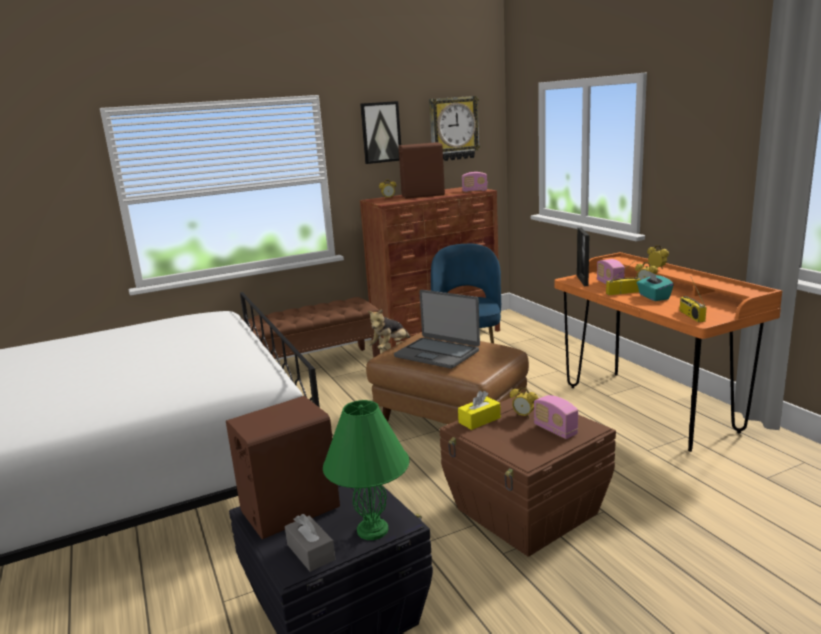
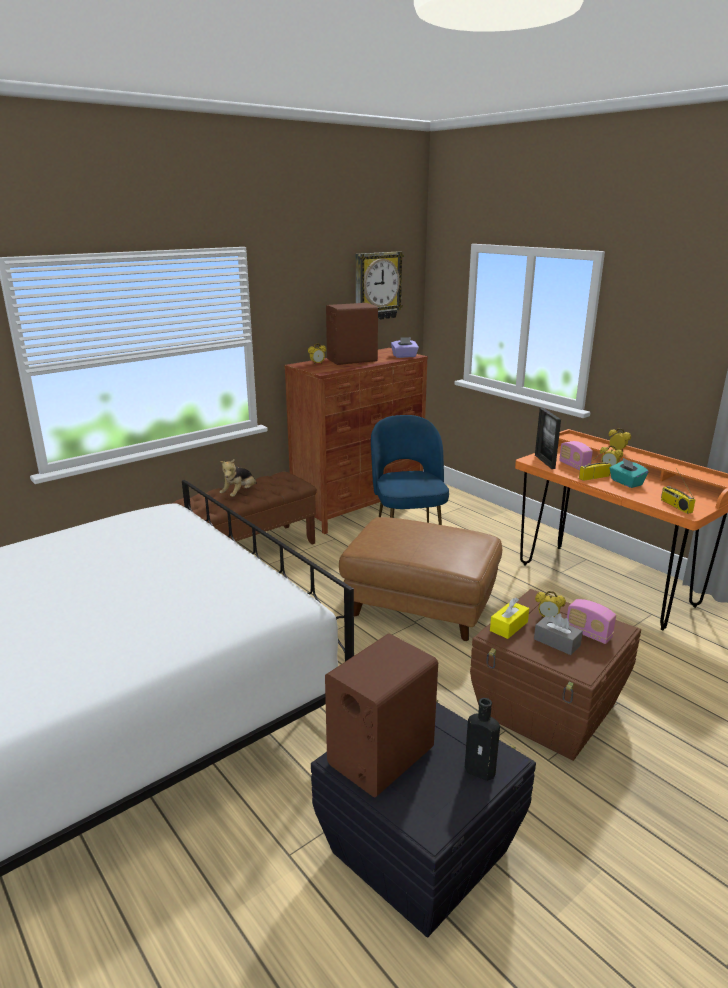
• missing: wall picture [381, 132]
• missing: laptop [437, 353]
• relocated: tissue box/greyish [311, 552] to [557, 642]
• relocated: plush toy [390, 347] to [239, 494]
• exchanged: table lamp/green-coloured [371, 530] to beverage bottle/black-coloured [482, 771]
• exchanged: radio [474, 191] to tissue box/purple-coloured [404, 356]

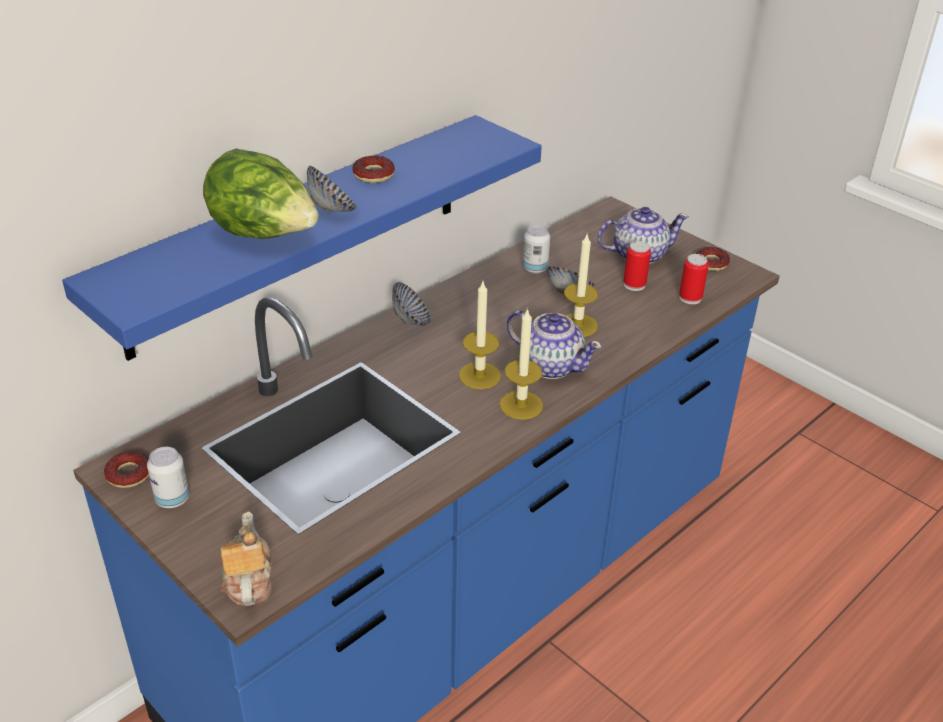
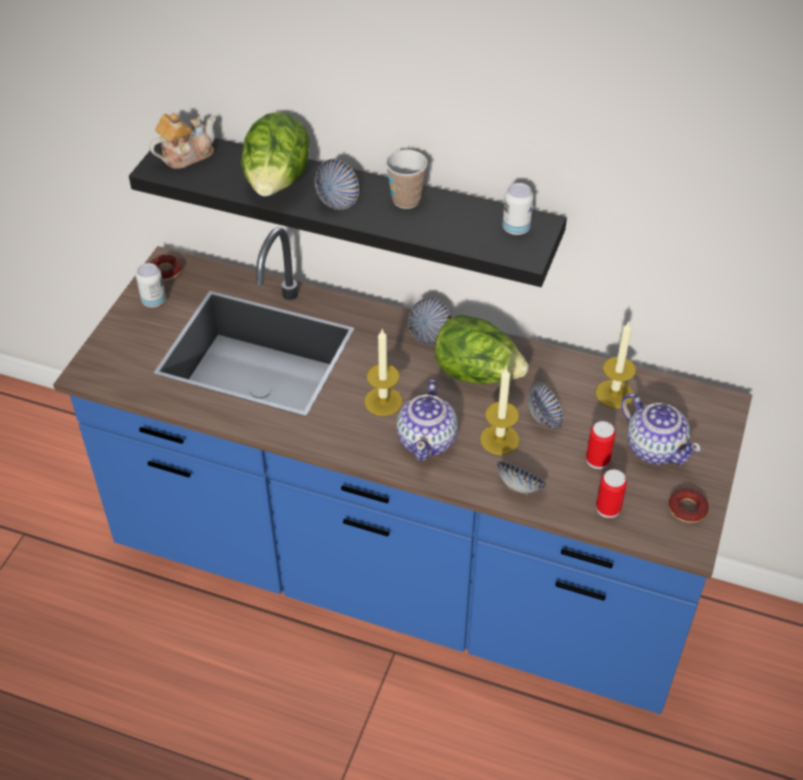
• appeared: head of lettuce [477, 374]
• appeared: bowl [519, 487]
• relocated: tea pot [248, 580] to [186, 155]
• relocated: wax candle [521, 405] to [614, 394]
• relocated: sealed can [535, 268] to [516, 228]
• exchanged: ring doughnut [373, 175] to small cup [406, 200]
• colour: bracket shelf/blue-coloured [300, 232] to bracket shelf/black-coloured [361, 206]

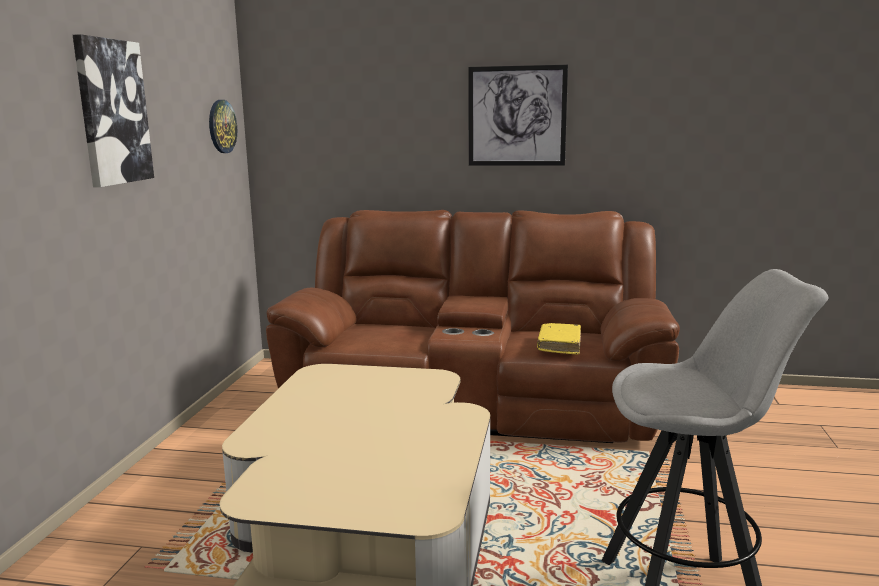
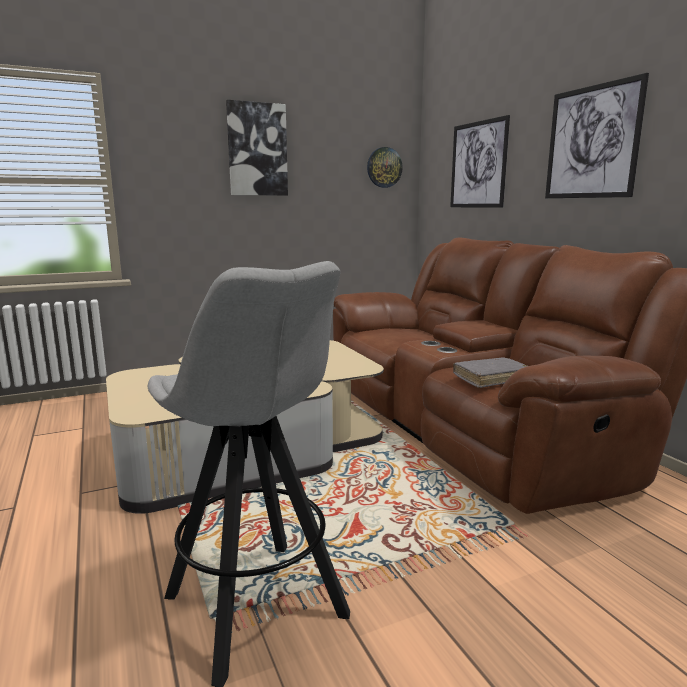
• appeared: wall picture [478, 165]
• colour: book/yellow [559, 345] to book/greyish [491, 379]

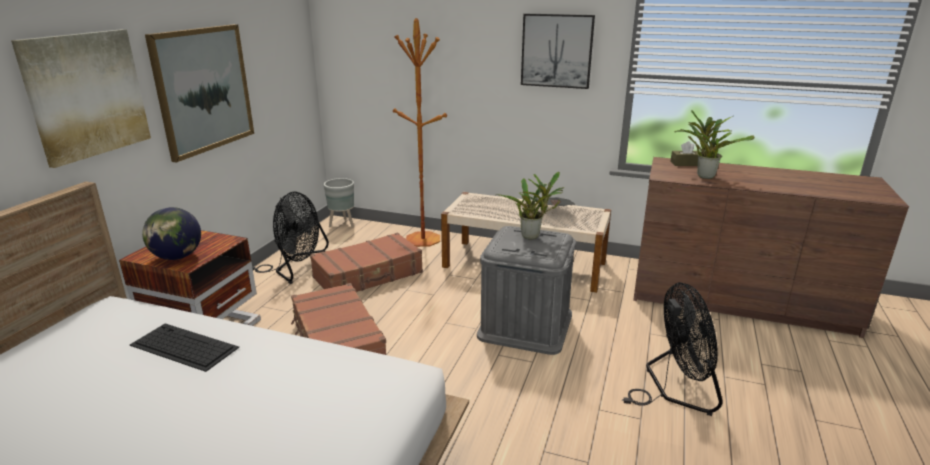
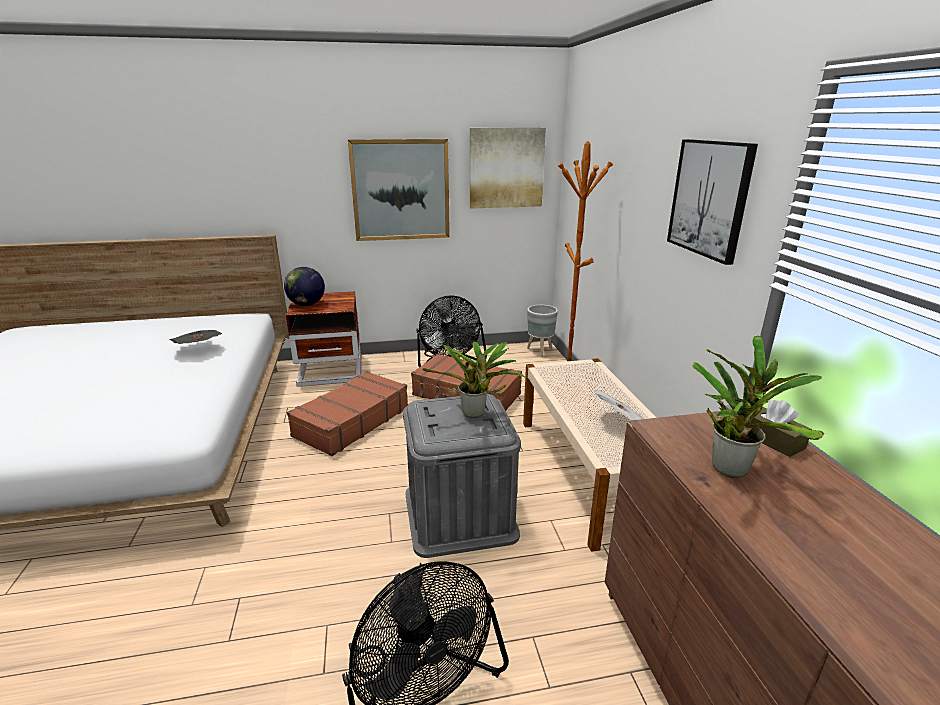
• relocated: wall picture [86, 95] to [506, 168]
• exchanged: keyboard [183, 346] to printed paper [199, 349]

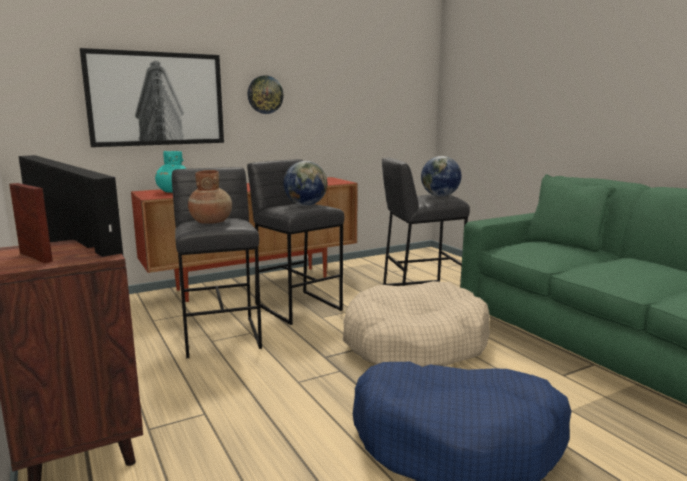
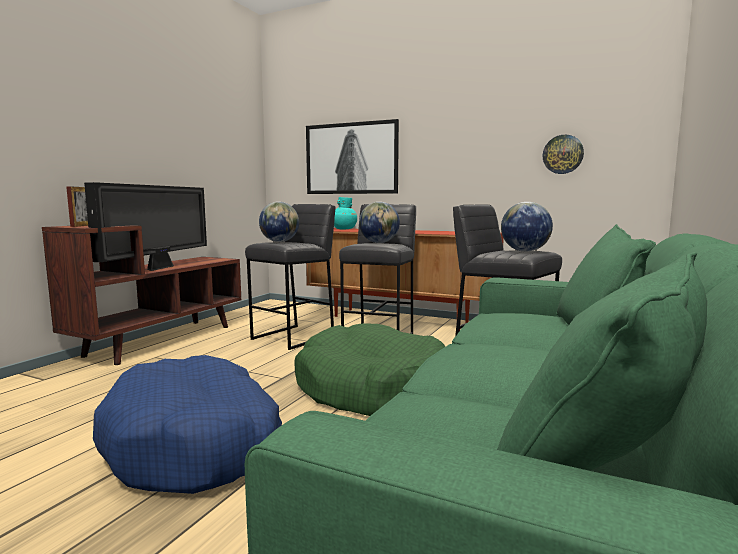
• relocated: hanging clock [265, 94] to [563, 154]
• exchanged: flower vase/brown [211, 222] to desk globe [280, 242]
• colour: pet bed/beige-coloured [414, 343] to pet bed/green-coloured [371, 389]

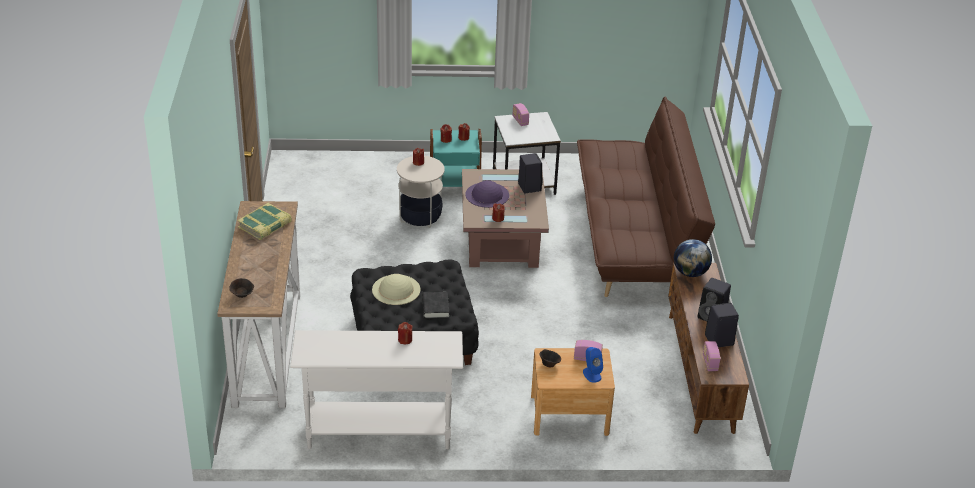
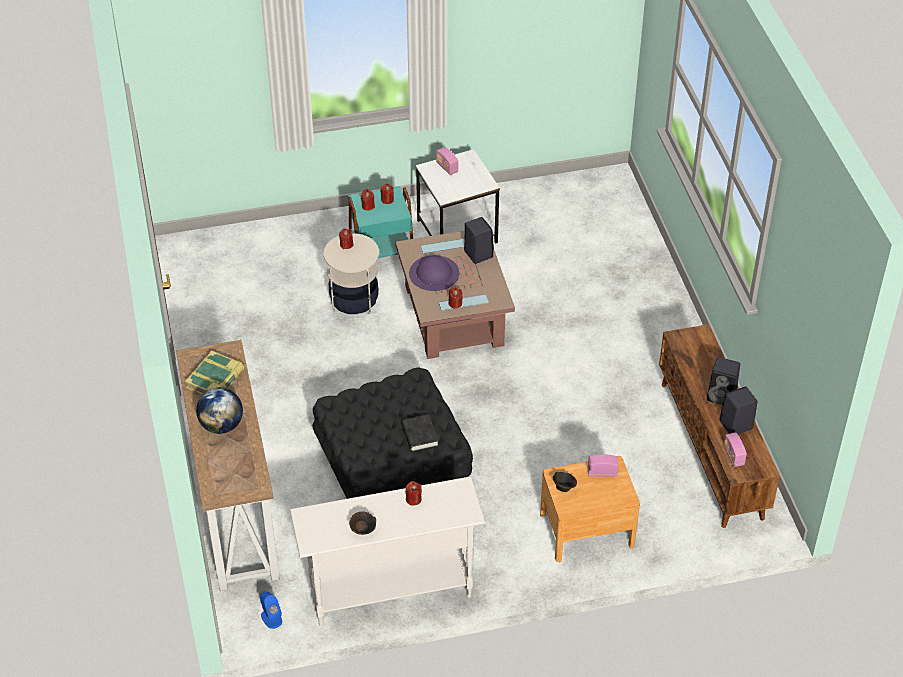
• missing: wearable hat/beige-coloured [396, 289]
• missing: sofa/brown [635, 236]
• relocated: bowl/brown [242, 295] to [363, 530]
• relocated: speaker/blue-coloured [592, 374] to [271, 618]
• relocated: desk globe [690, 273] to [221, 425]

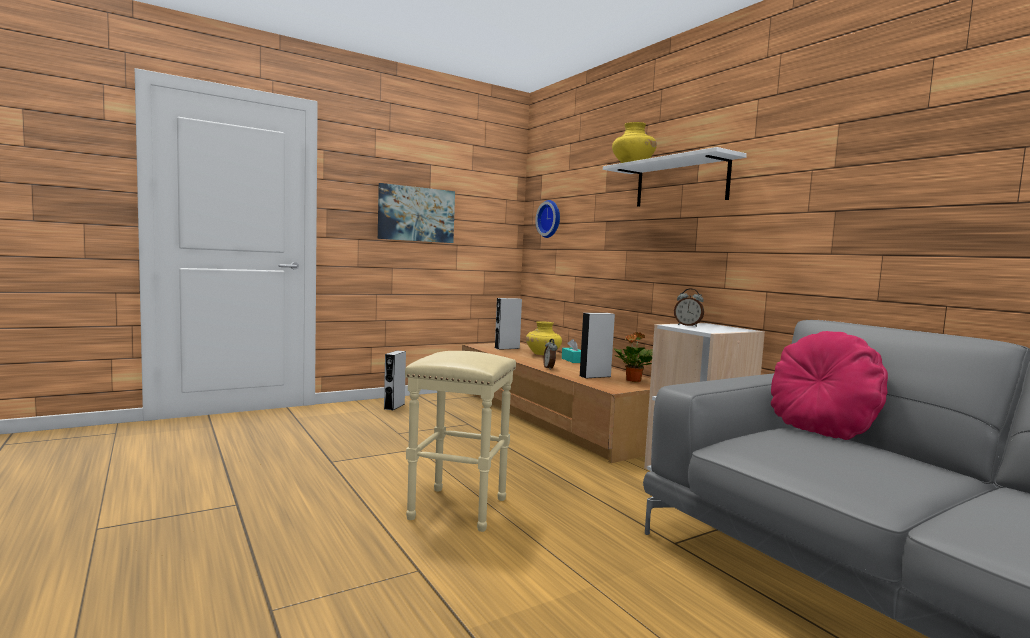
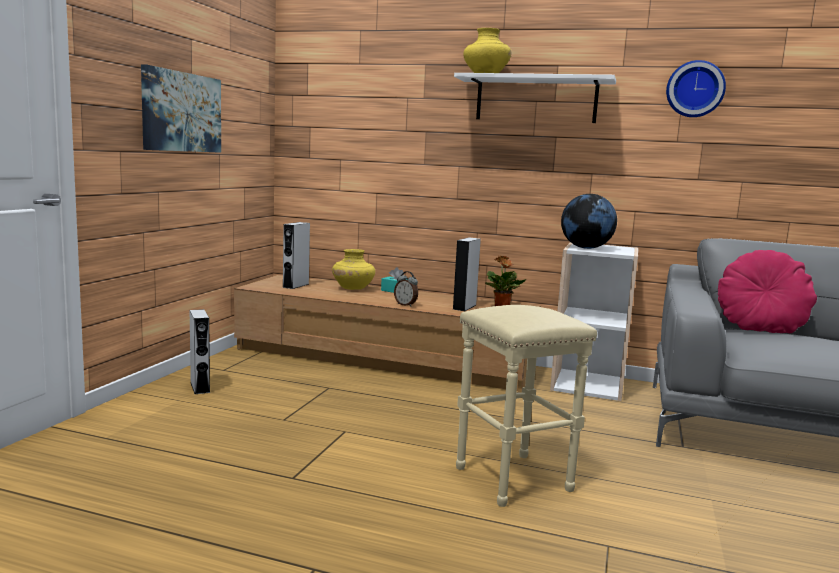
• relocated: hanging clock [550, 219] to [695, 89]
• exchanged: alarm clock [688, 325] to desk globe [586, 248]

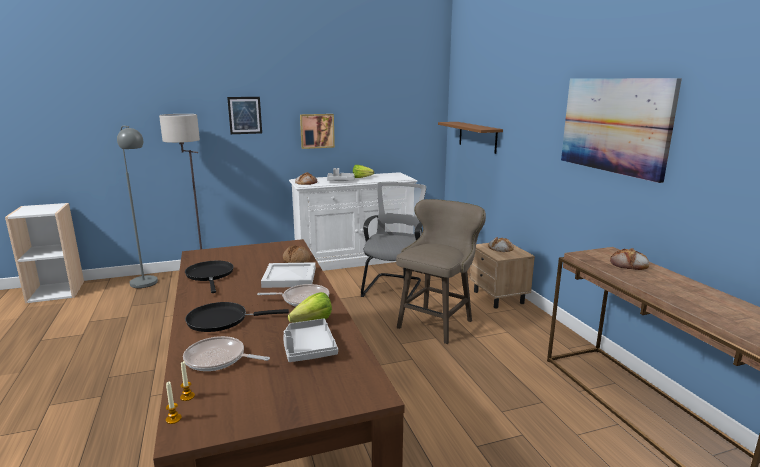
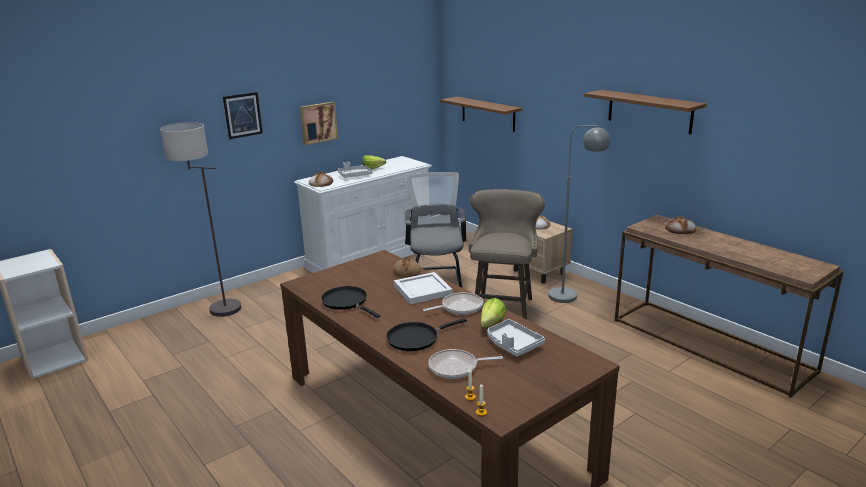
• relocated: standard lamp/greyish [147, 285] to [571, 298]
• exchanged: wall picture [614, 125] to bracket shelf/brown [649, 111]

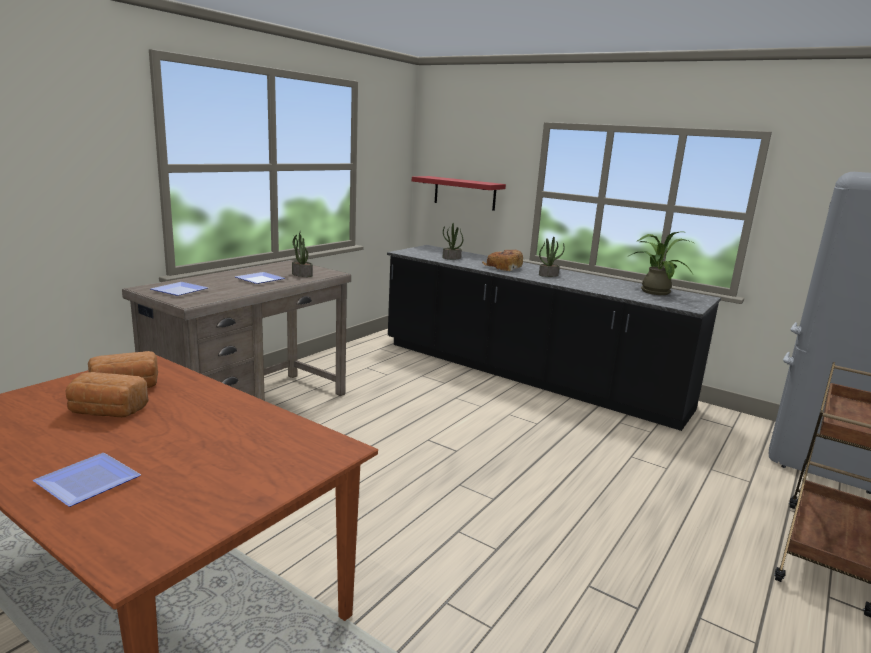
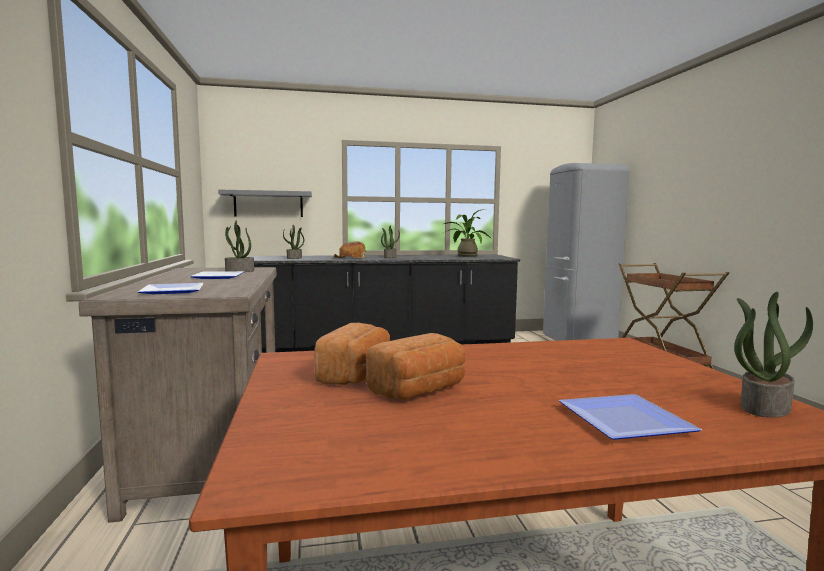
• appeared: potted plant [764, 407]
• colour: bracket shelf/red [464, 193] to bracket shelf/greyish [268, 204]

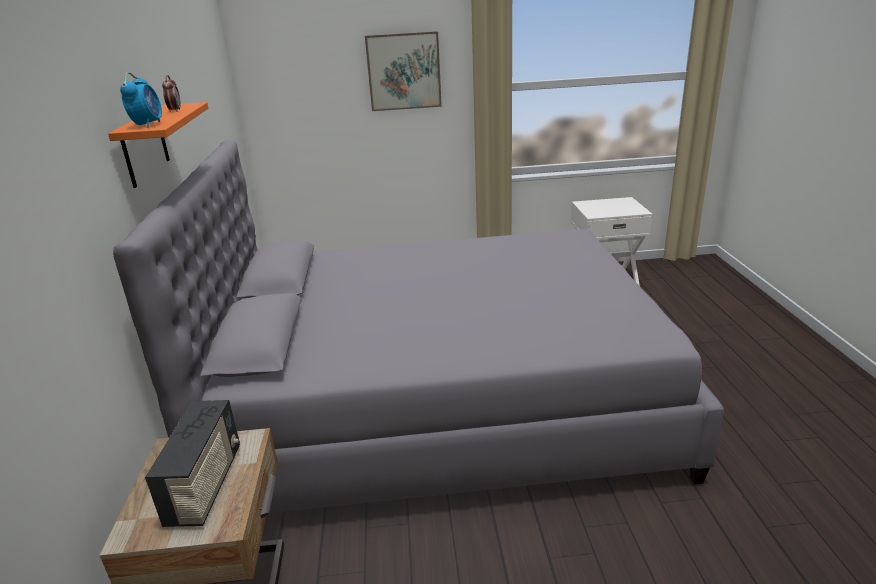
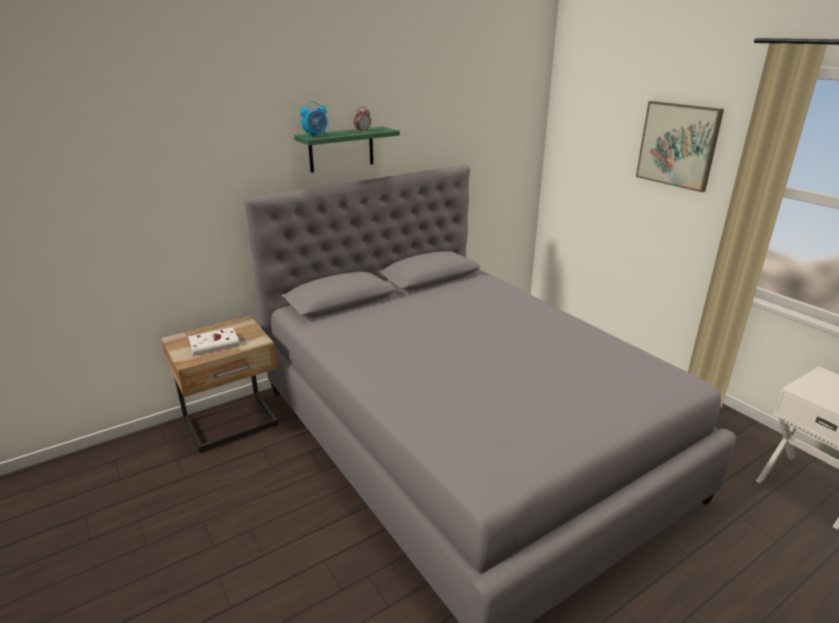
• exchanged: radio [206, 486] to book/white [216, 344]
• colour: bracket shelf/orange-coloured [144, 145] to bracket shelf/green-coloured [341, 149]

